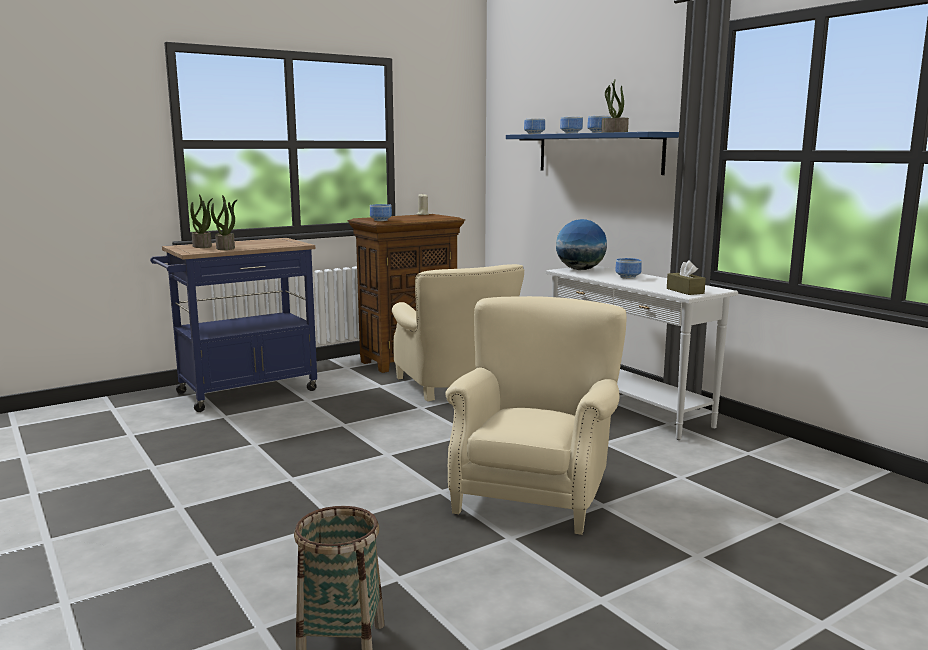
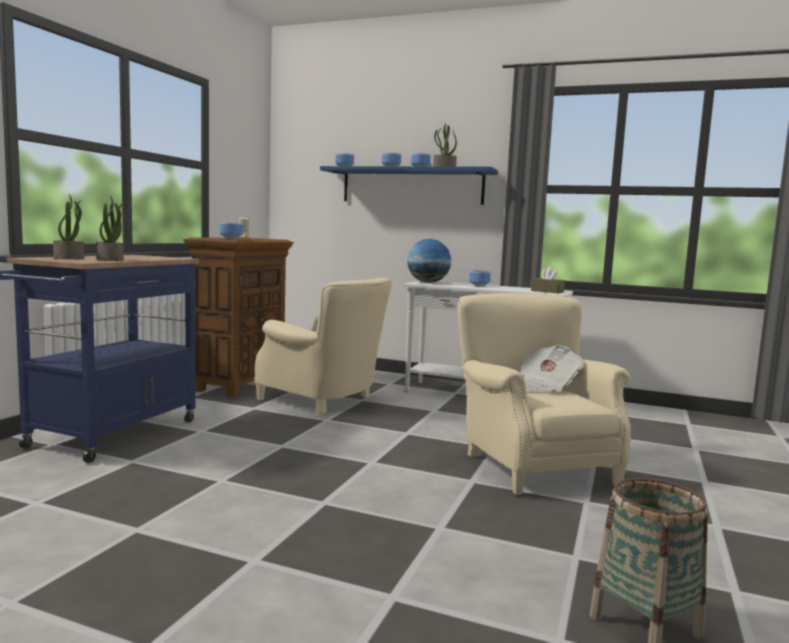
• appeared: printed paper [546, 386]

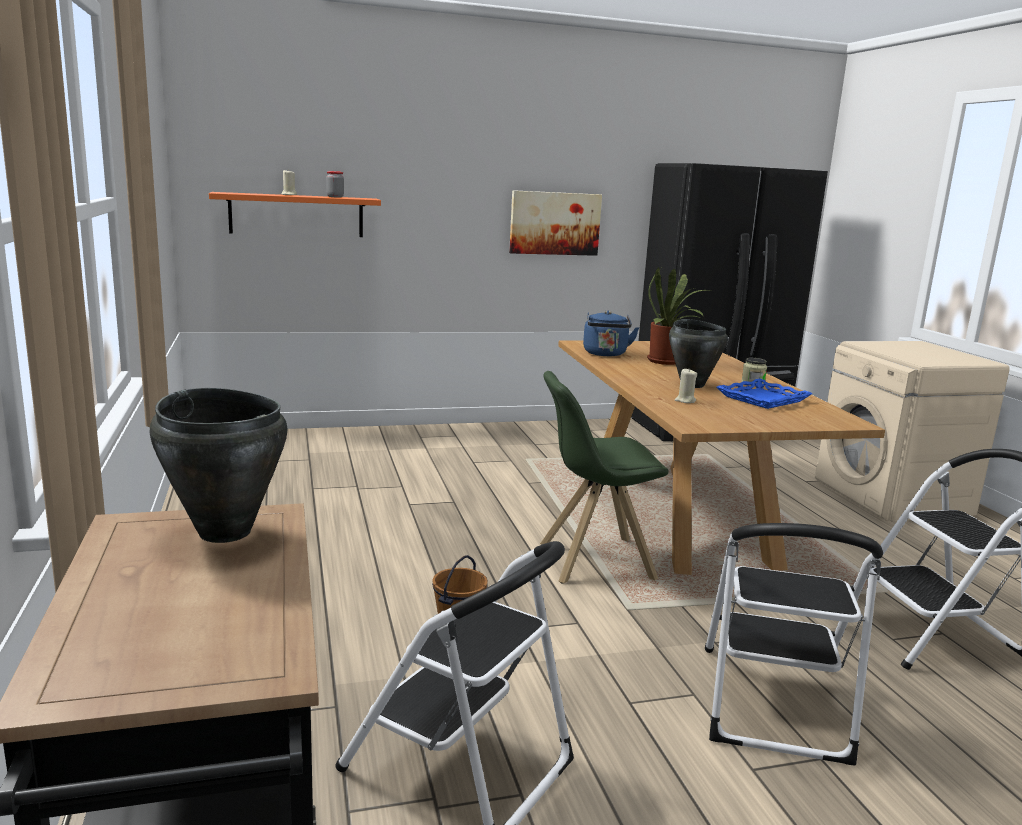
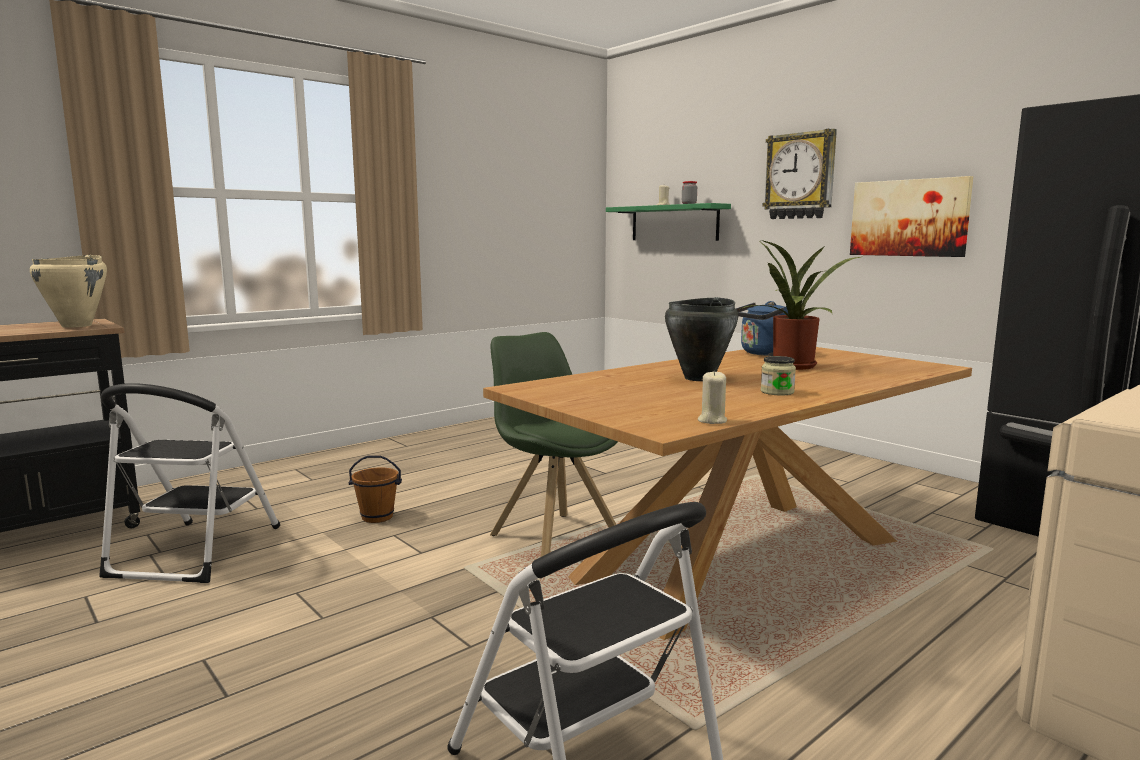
• missing: step stool [772, 705]
• missing: serving tray/blue-coloured [763, 399]
• appeared: hanging clock [800, 176]
• relocated: wax candle/beige-coloured [685, 401] to [712, 420]
• colour: cooking pot/black-coloured [225, 531] to cooking pot/beige-coloured [77, 326]
• colour: bracket shelf/orange-coloured [296, 215] to bracket shelf/green-coloured [674, 223]

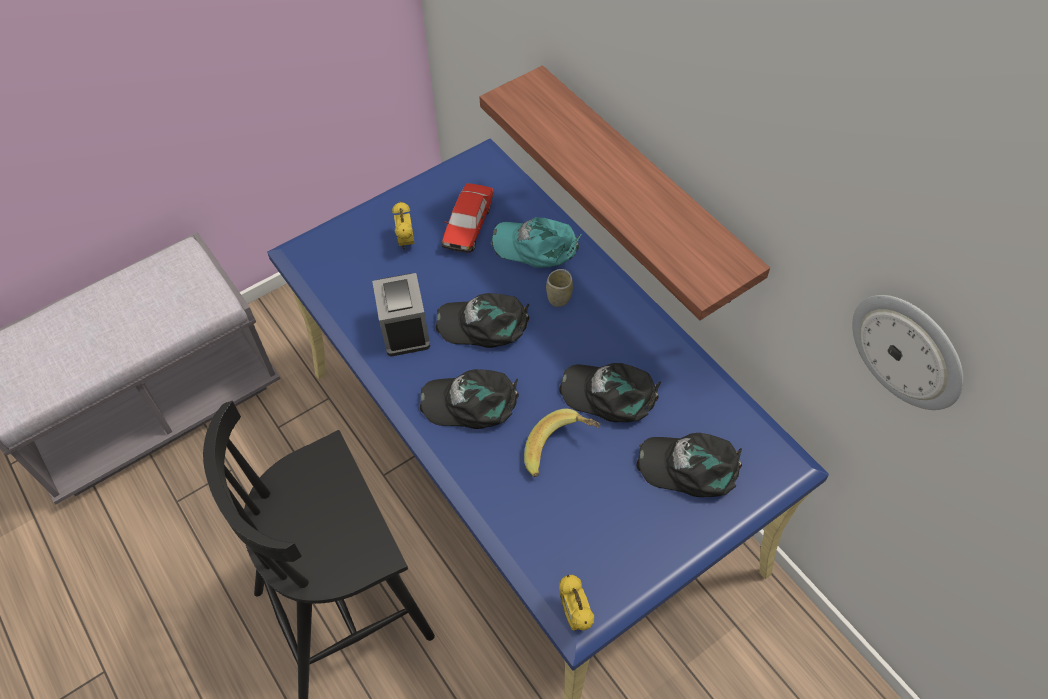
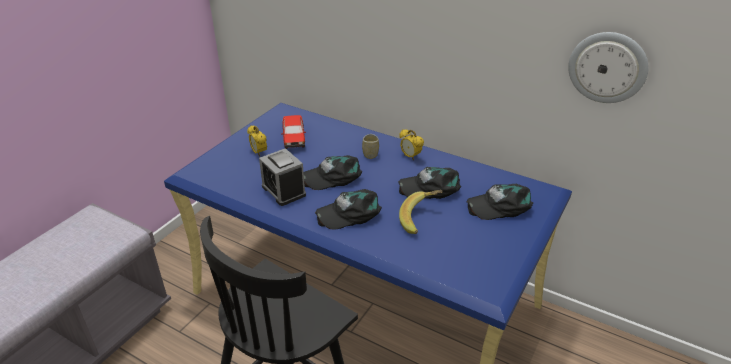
• missing: bracket shelf [643, 187]
• missing: cap/blue-green [536, 246]
• relocated: alarm clock [575, 616] to [410, 157]

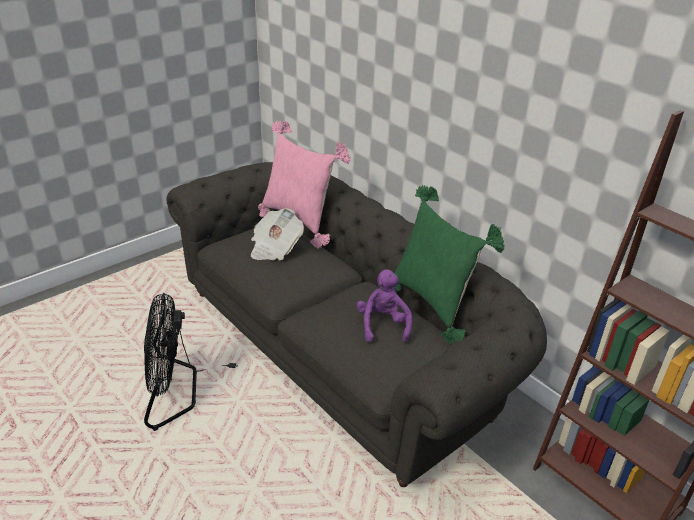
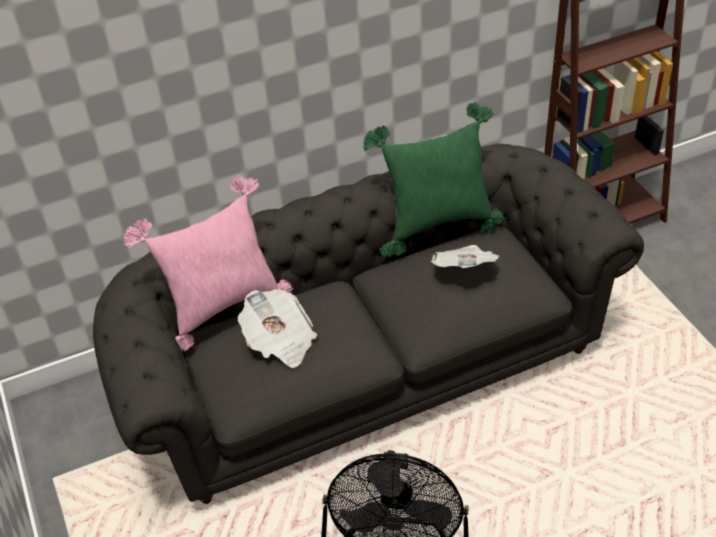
• exchanged: plush toy/purple-coloured [383, 325] to printed paper [464, 270]

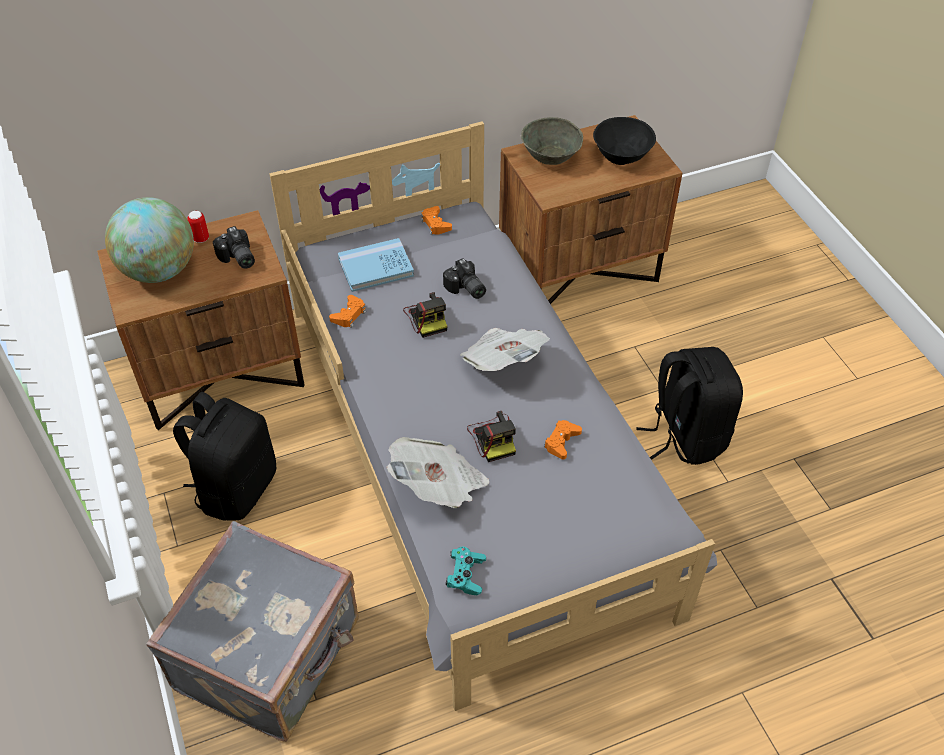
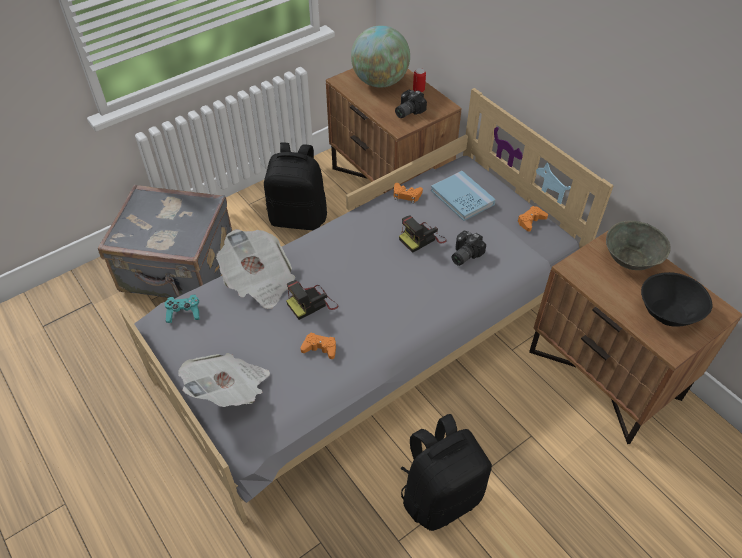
• relocated: printed paper [503, 362] to [230, 390]

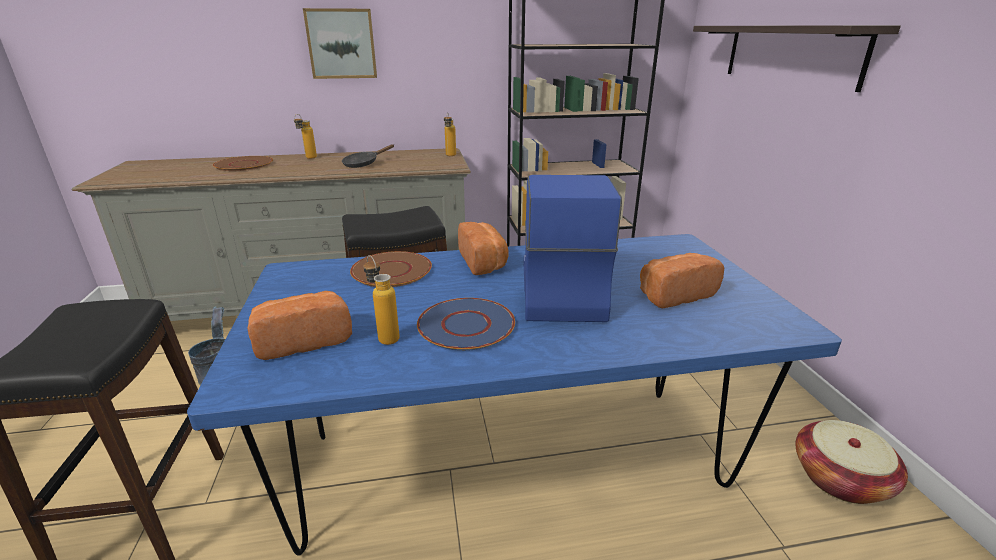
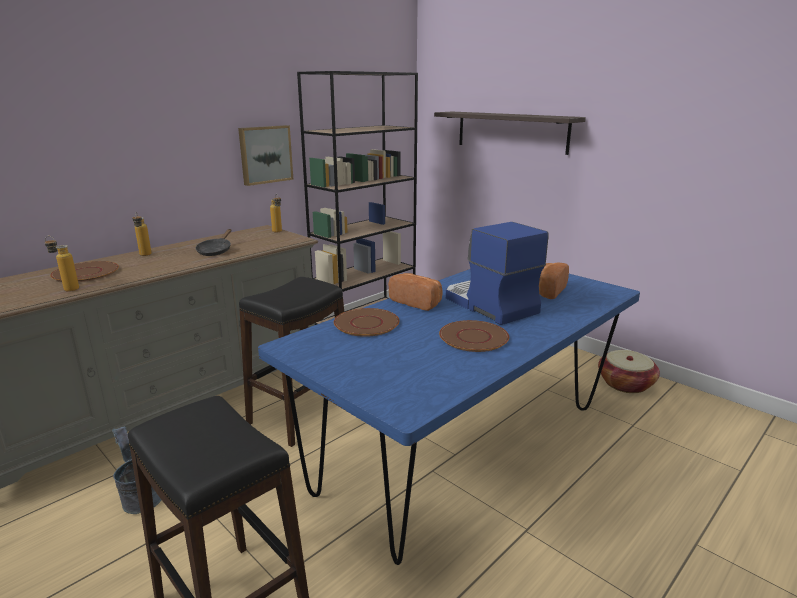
• missing: bread [304, 340]
• relocated: wall picture [341, 44] to [265, 154]
• relocated: beverage bottle [384, 336] to [67, 289]
• colour: dinner plate/blue-coloured [466, 325] to dinner plate/brown [474, 337]

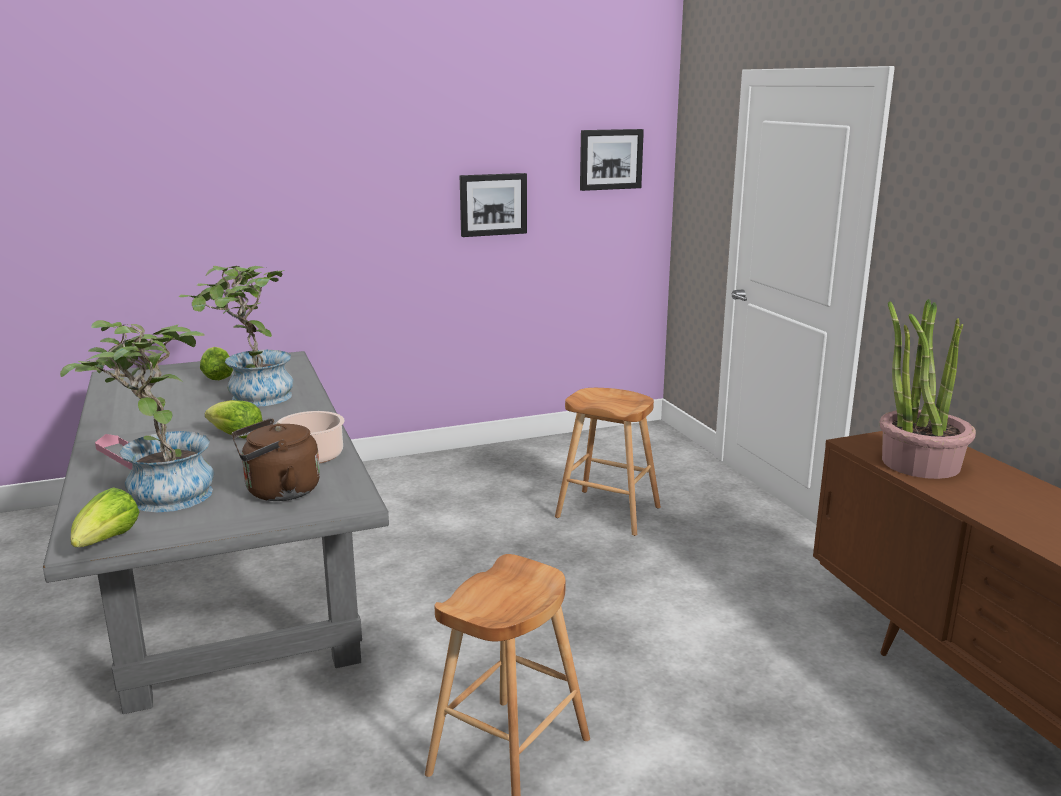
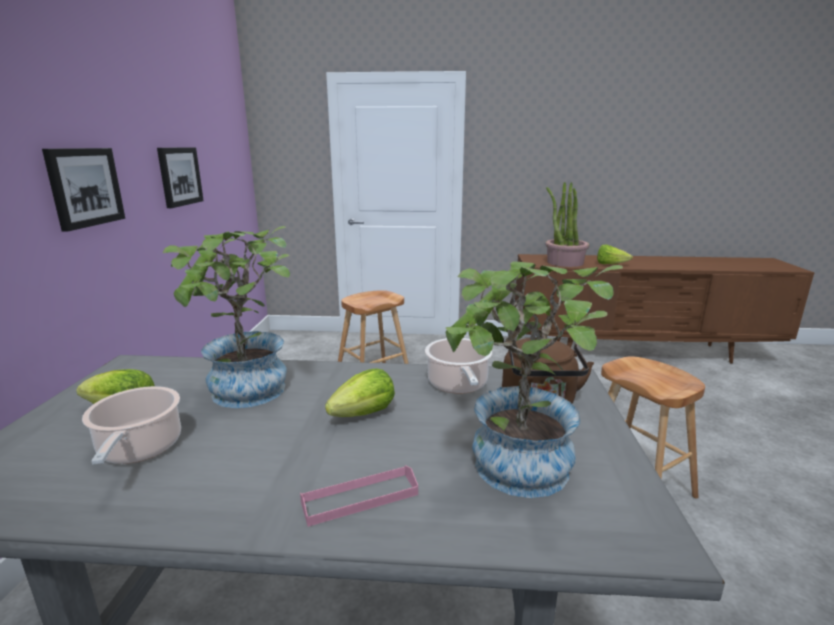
• appeared: cooking pot [139, 449]
• relocated: head of lettuce [106, 542] to [610, 264]
• relocated: wall picture [610, 159] to [85, 187]

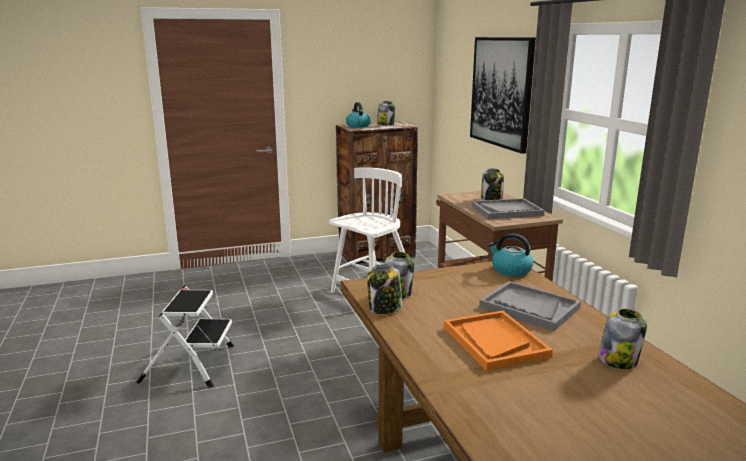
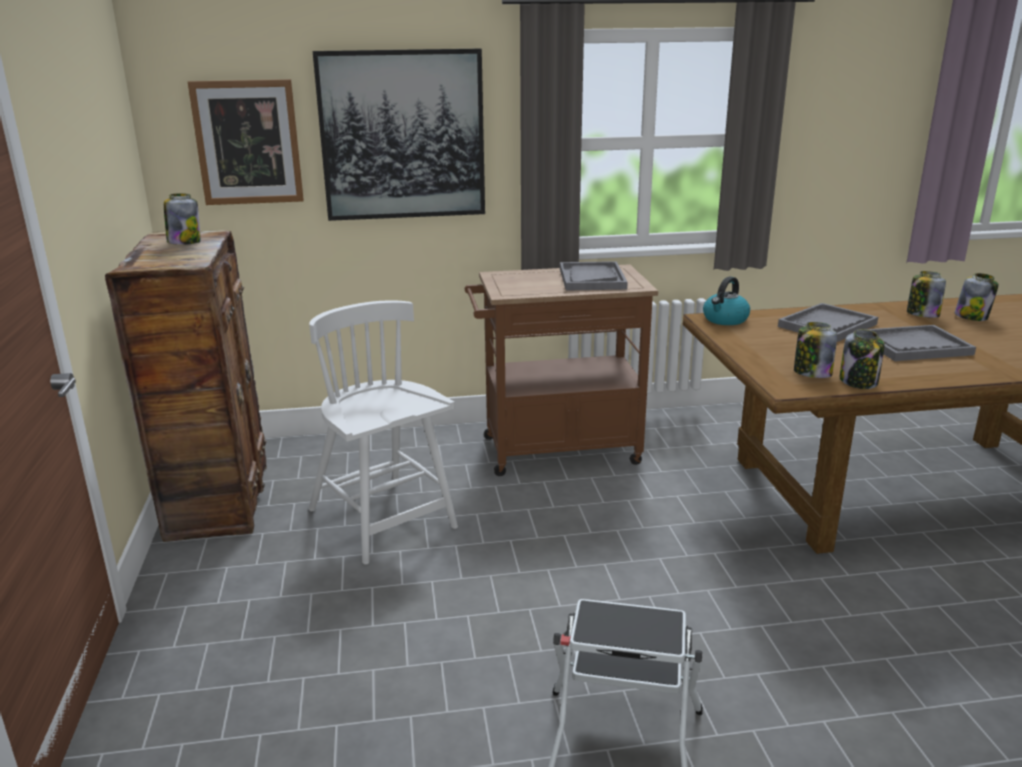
• missing: water kettle [358, 126]
• appeared: wall picture [248, 143]
• relocated: preserve jar [492, 199] to [971, 317]
• colour: serving tray/orange-coloured [494, 342] to serving tray/greyish [914, 346]

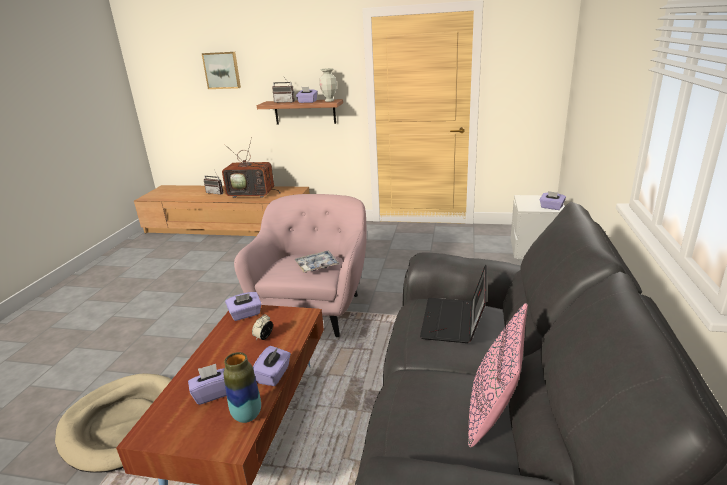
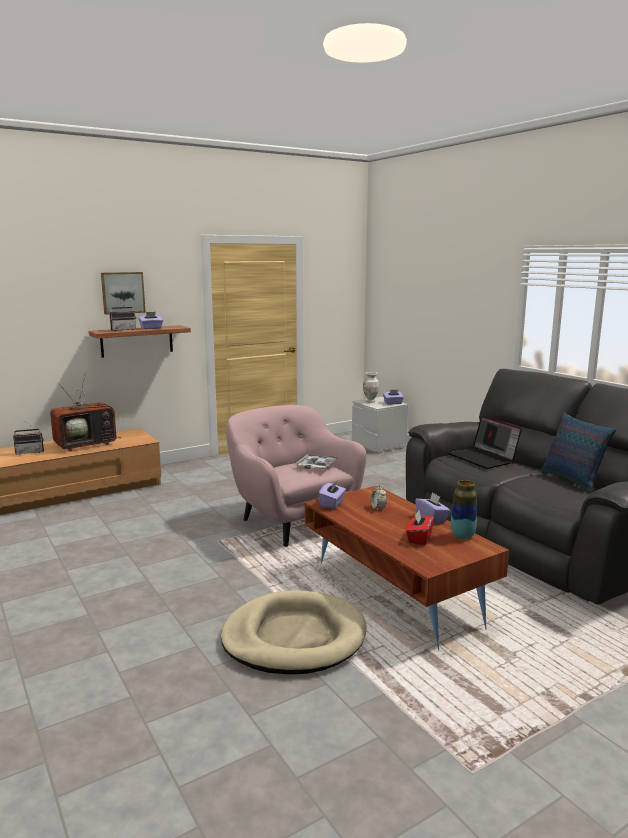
• relocated: wall picture [222, 70] to [122, 292]
• relocated: flower vase [329, 101] to [370, 401]
• colour: tissue box/purple-coloured [213, 393] to tissue box/red [419, 538]
• colour: pillow/pink-coloured [493, 411] to pillow/blue-coloured [572, 481]

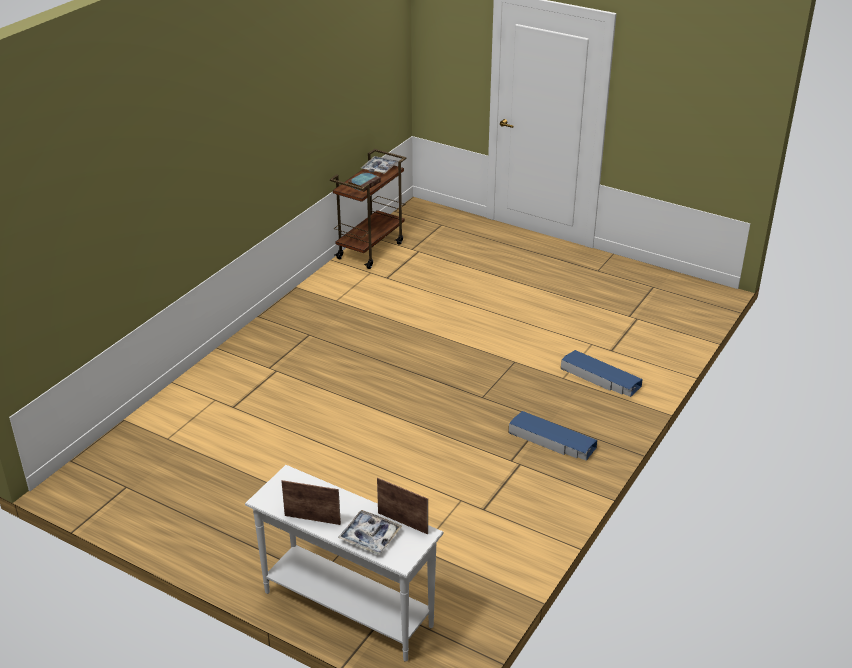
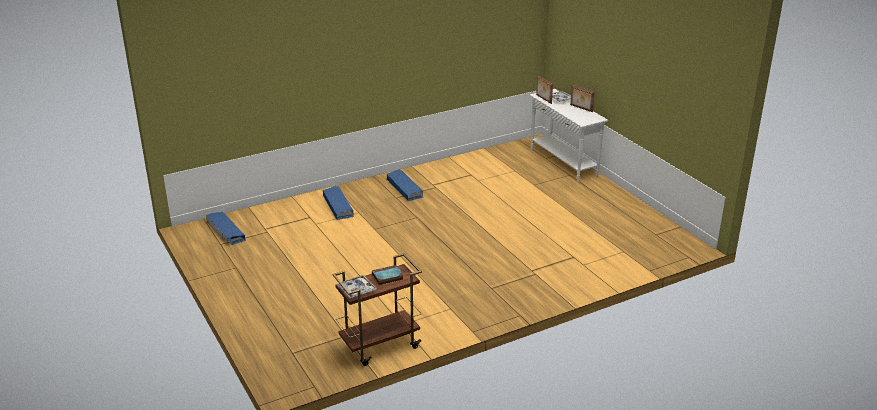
• appeared: storage container/blue-coloured [226, 231]

